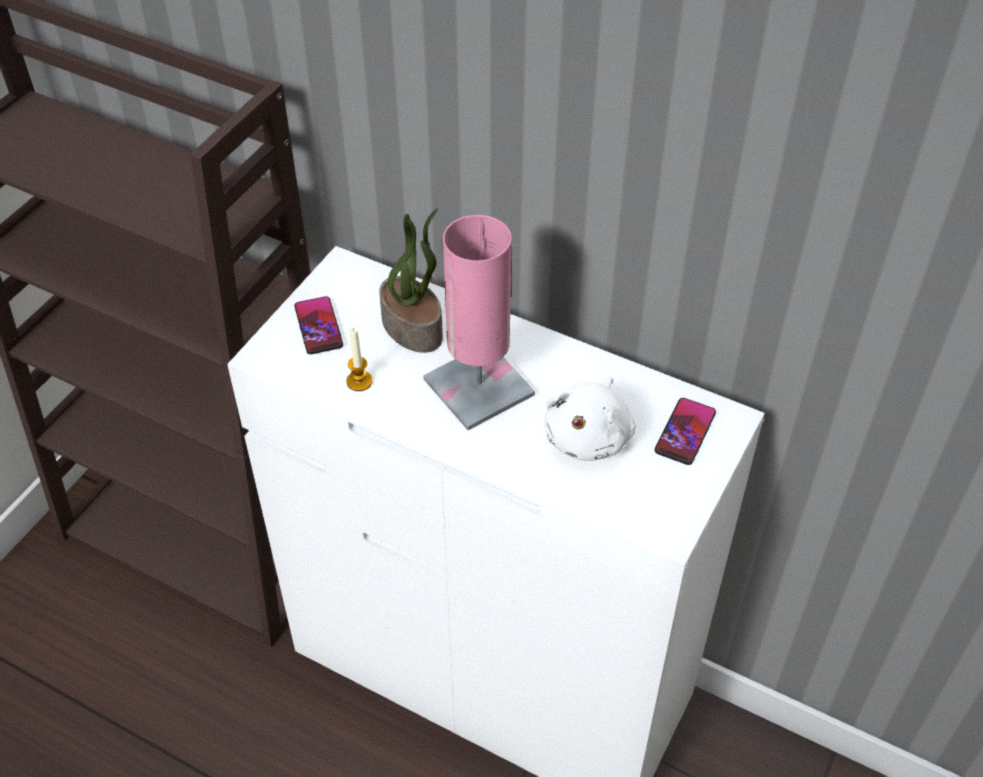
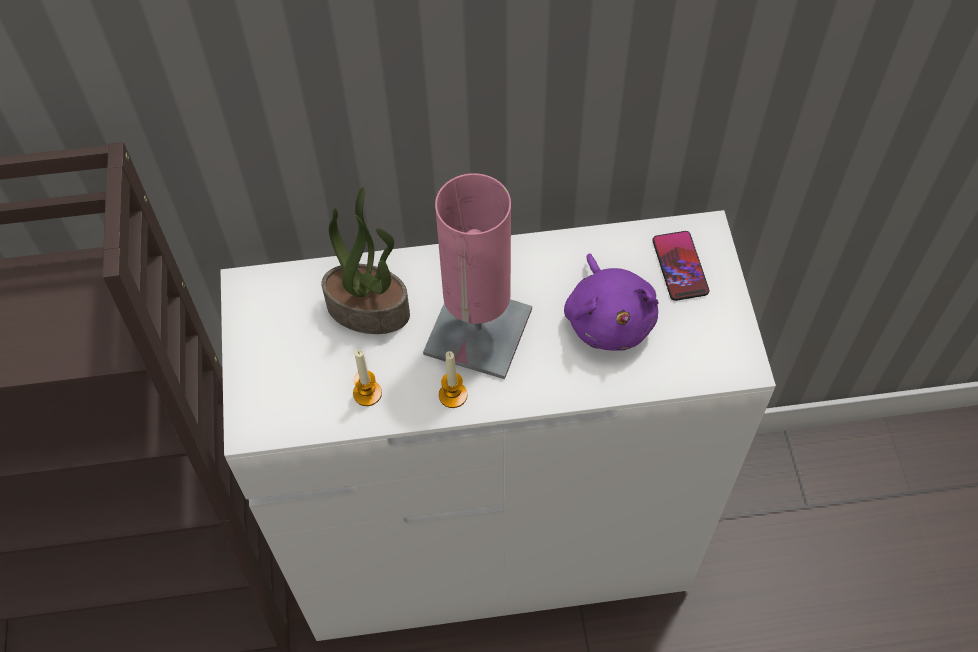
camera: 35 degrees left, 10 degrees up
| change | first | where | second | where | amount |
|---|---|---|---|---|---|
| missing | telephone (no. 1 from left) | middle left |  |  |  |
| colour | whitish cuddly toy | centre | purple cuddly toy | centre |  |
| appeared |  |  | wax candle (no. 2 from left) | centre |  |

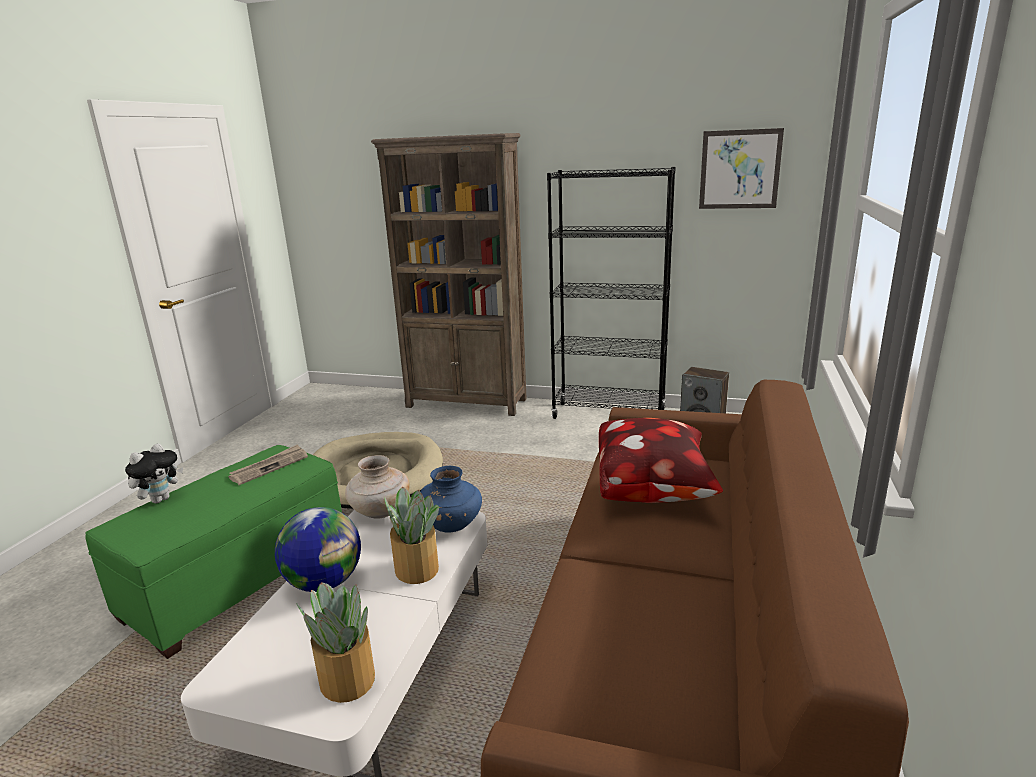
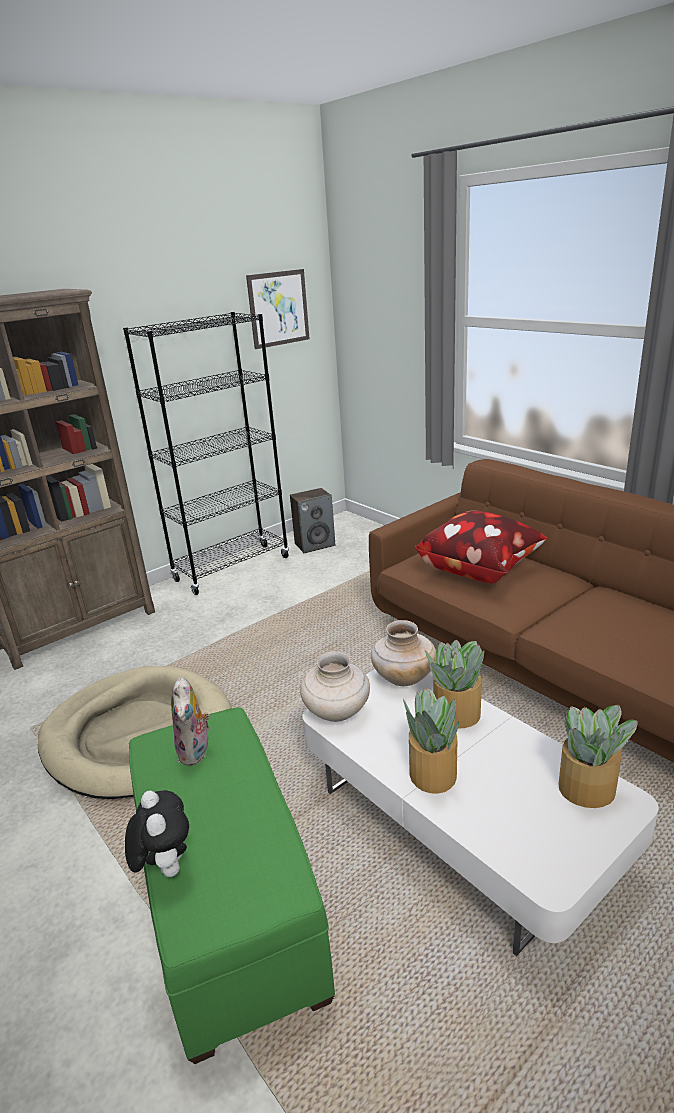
camera: 55 degrees left, 5 degrees up
| change | first | where | second | where | amount |
|---|---|---|---|---|---|
| exchanged | daily paper | middle left | cuddly toy (no. 2 from left) | middle left |  |
| exchanged | desk globe | bottom left | potted plant (no. 1 from left) | centre |  |
| colour | bluish decorative vase | centre | beige-coloured decorative vase (no. 2 from left) | centre |  |

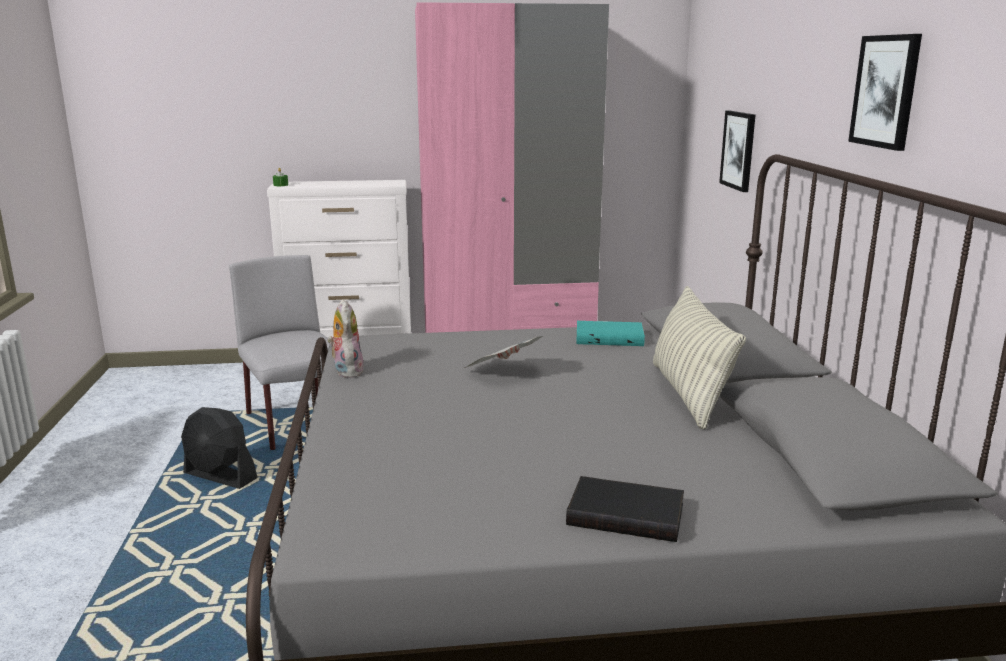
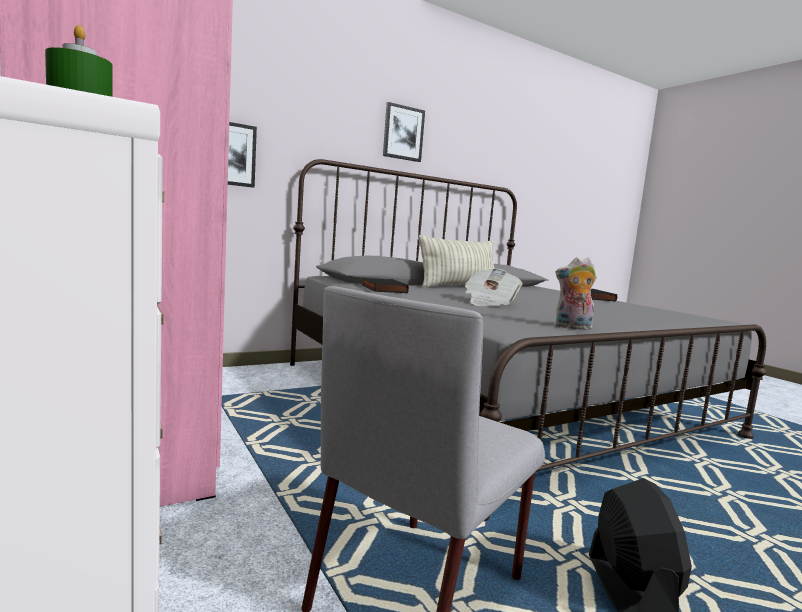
camera: 115 degrees left, 10 degrees down
| change | first | where | second | where | amount |
|---|---|---|---|---|---|
| spun | cuddly toy | centre |  | middle right | 45 degrees clockwise |
| colour | blue-green volume | centre | black volume (no. 1 from left) | centre |  |

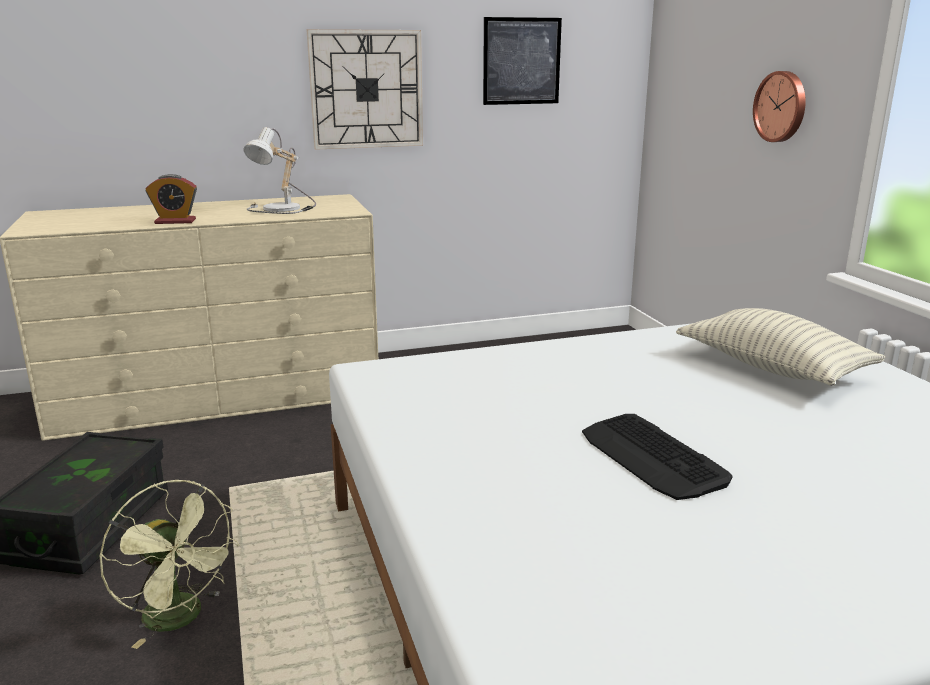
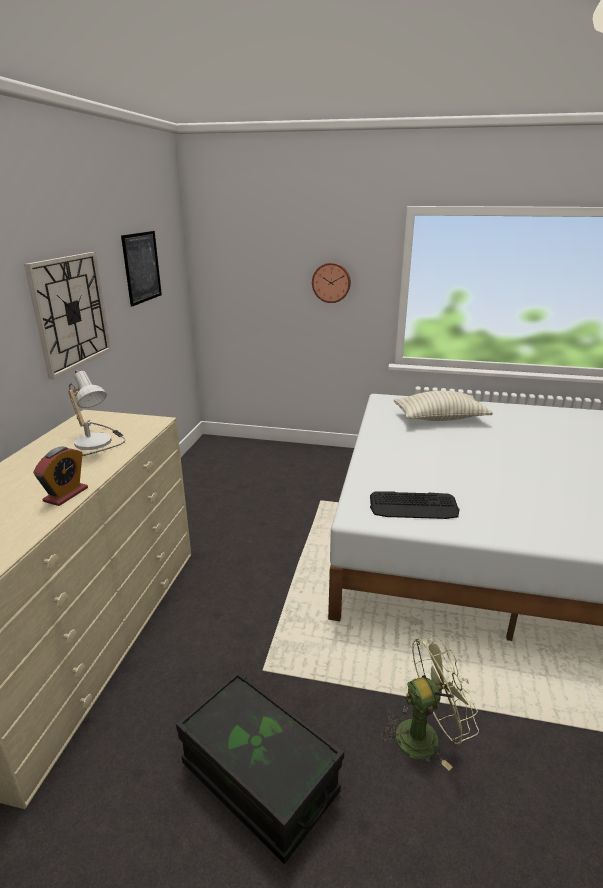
camera: 60 degrees left, 5 degrees up
| change | first | where | second | where | amount |
|---|---|---|---|---|---|
| relocated | computer keyboard | bottom right |  | middle right |  |

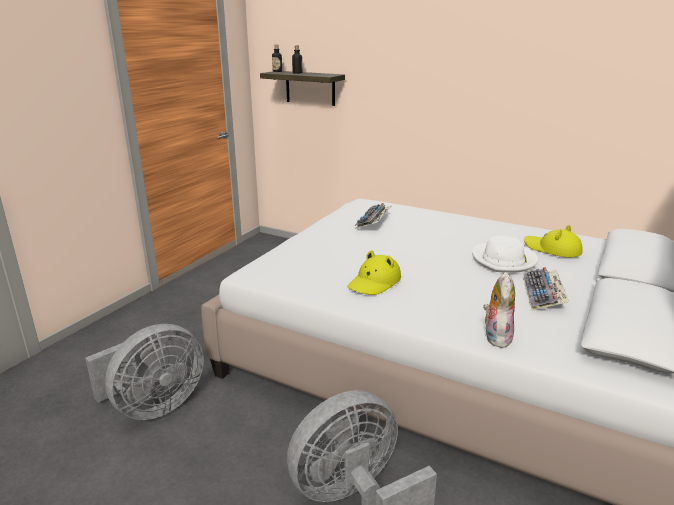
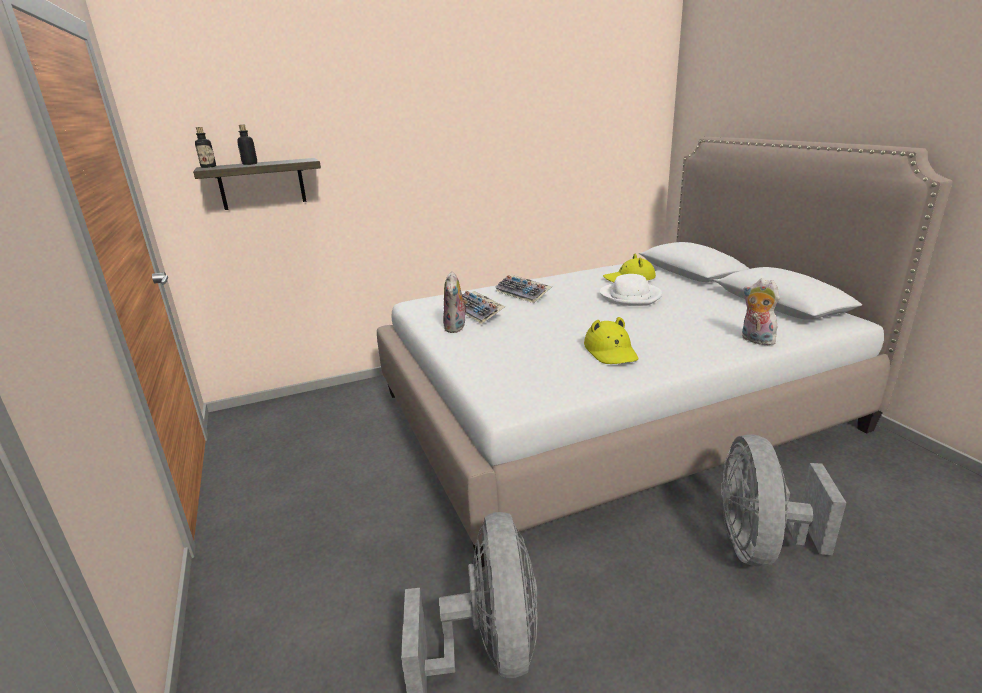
camera: 50 degrees left, 0 degrees up
| change | first | where | second | where | amount |
|---|---|---|---|---|---|
| relocated | computer keyboard (no. 2 from left) | middle right |  | centre |  |
| appeared |  |  | cuddly toy (no. 1 from left) | centre |  |

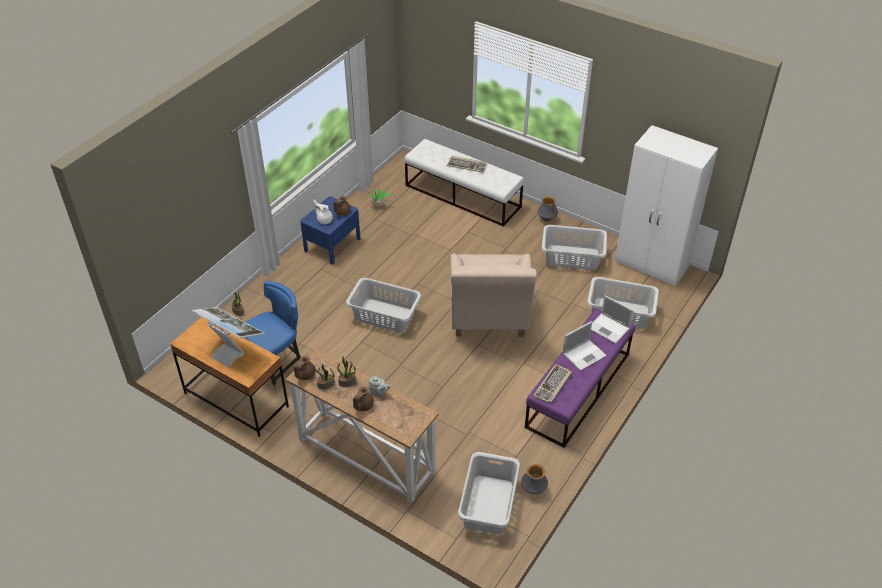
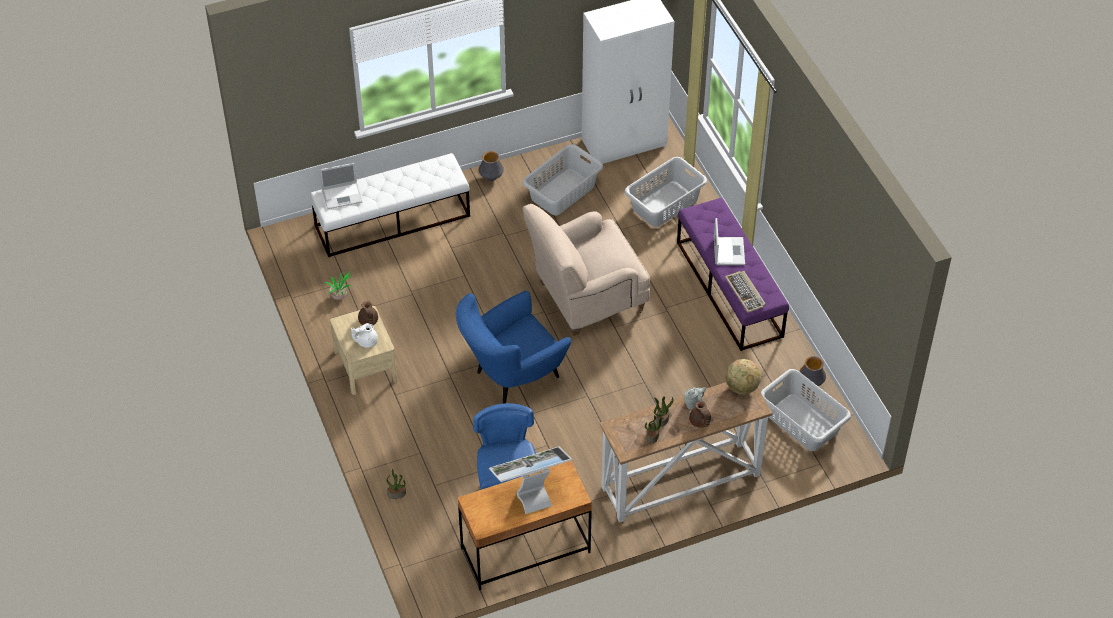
camera: 55 degrees left, 5 degrees up
| change | first | where | second | where | amount |
|---|---|---|---|---|---|
| missing | brown-coloured teapot (no. 1 from left) | centre |  |  |  |
| colour | bluish night table | centre | beige-coloured night table | middle left |  |
| exchanged | greyish hamper (no. 1 from left) | centre | bluish easy chair | centre |  |
| missing | computer keyboard (no. 1 from left) | top centre |  |  |  |
| spun | beige-coloured easy chair | centre |  | centre | 120 degrees clockwise |
| relocated | portable computer (no. 2 from left in the first image) | middle right | portable computer (no. 1 from left) | top left |  |
| appeared |  |  | desk globe | middle right |  |

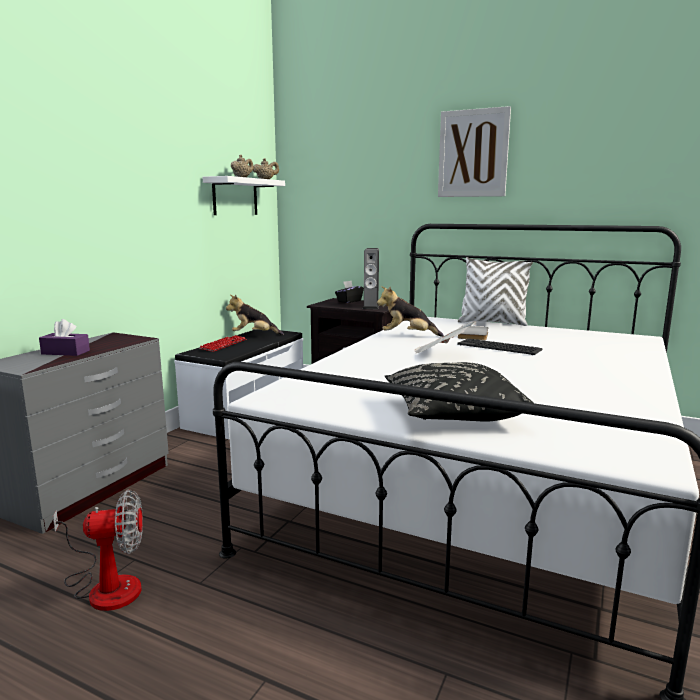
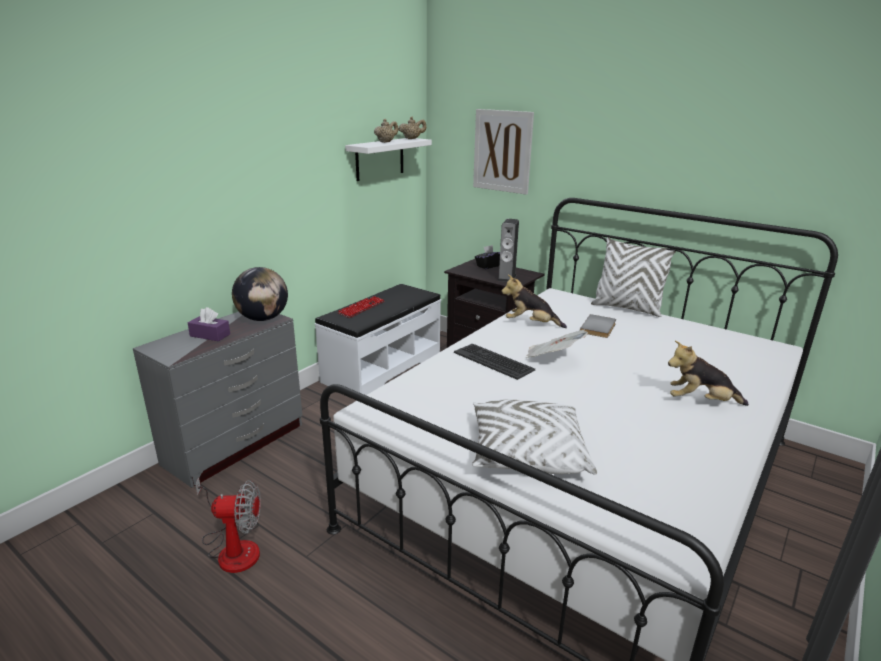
camera: 10 degrees right, 10 degrees up
| change | first | where | second | where | amount |
|---|---|---|---|---|---|
| relocated | cuddly toy (no. 1 from left in the first image) | centre | cuddly toy (no. 2 from left) | middle right |  |
| colour | black throw pillow | centre | whitish throw pillow (no. 1 from left) | centre |  |
| relocated | wall picture | top right |  | top centre |  |
| relocated | computer keyboard (no. 2 from left) | middle right |  | centre |  |
| appeared |  |  | desk globe | middle left |  |

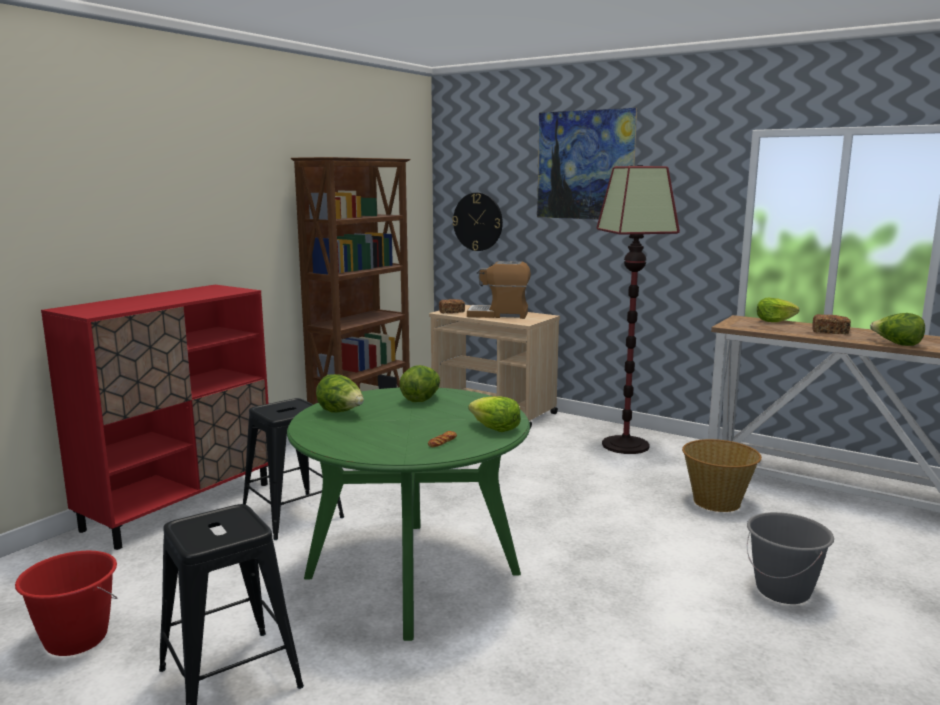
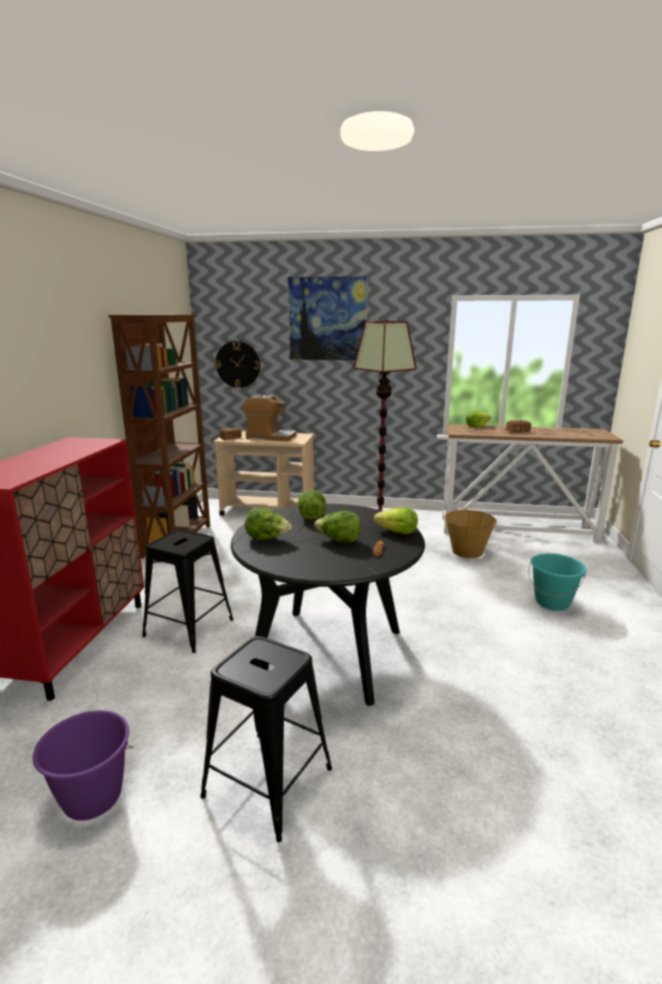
camera: 25 degrees left, 5 degrees up
| change | first | where | second | where | amount |
|---|---|---|---|---|---|
| colour | red-coloured pail | bottom left | purple pail | bottom left |  |
| colour | greenish dining table | bottom centre | black dining table | centre |  |
| spun | coffee maker | centre |  | centre | 150 degrees counterclockwise |
| colour | greyish pail | bottom right | blue-green pail | middle right |  |
| relocated | lettuce head (no. 5 from left in the first image) | middle right | lettuce head (no. 3 from left) | centre |  |

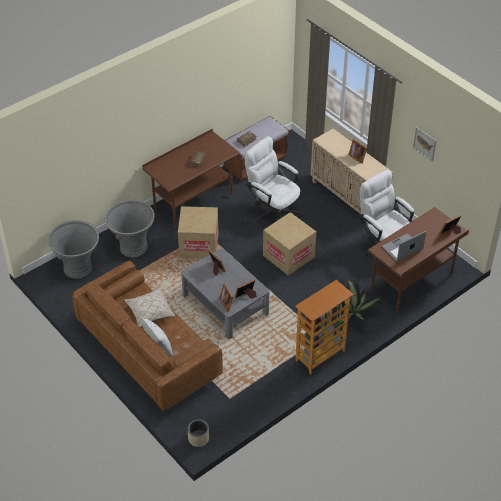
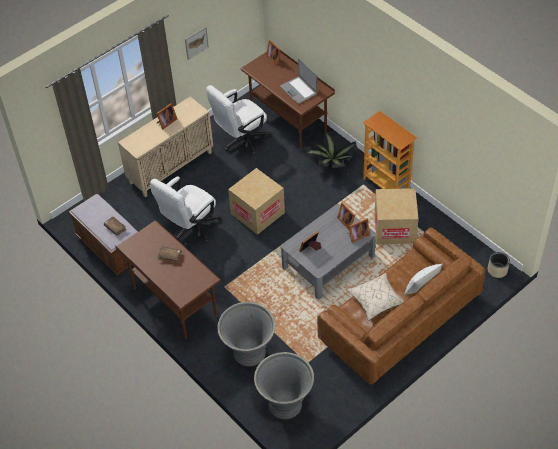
camera: 90 degrees left, 5 degrees up
| change | first | where | second | where | amount |
|---|---|---|---|---|---|
| relocated | carton (no. 1 from left in the first image) | centre | carton (no. 2 from left) | middle right |  |

